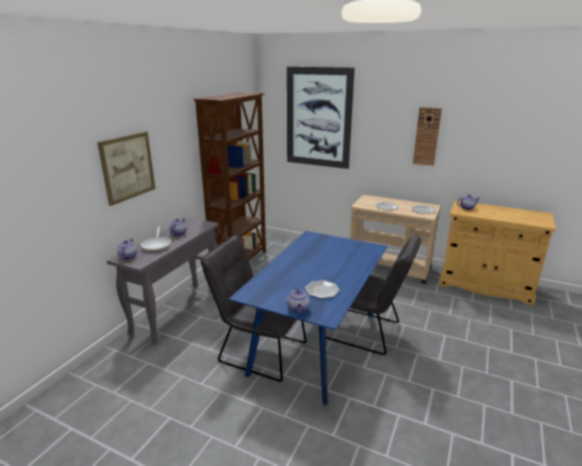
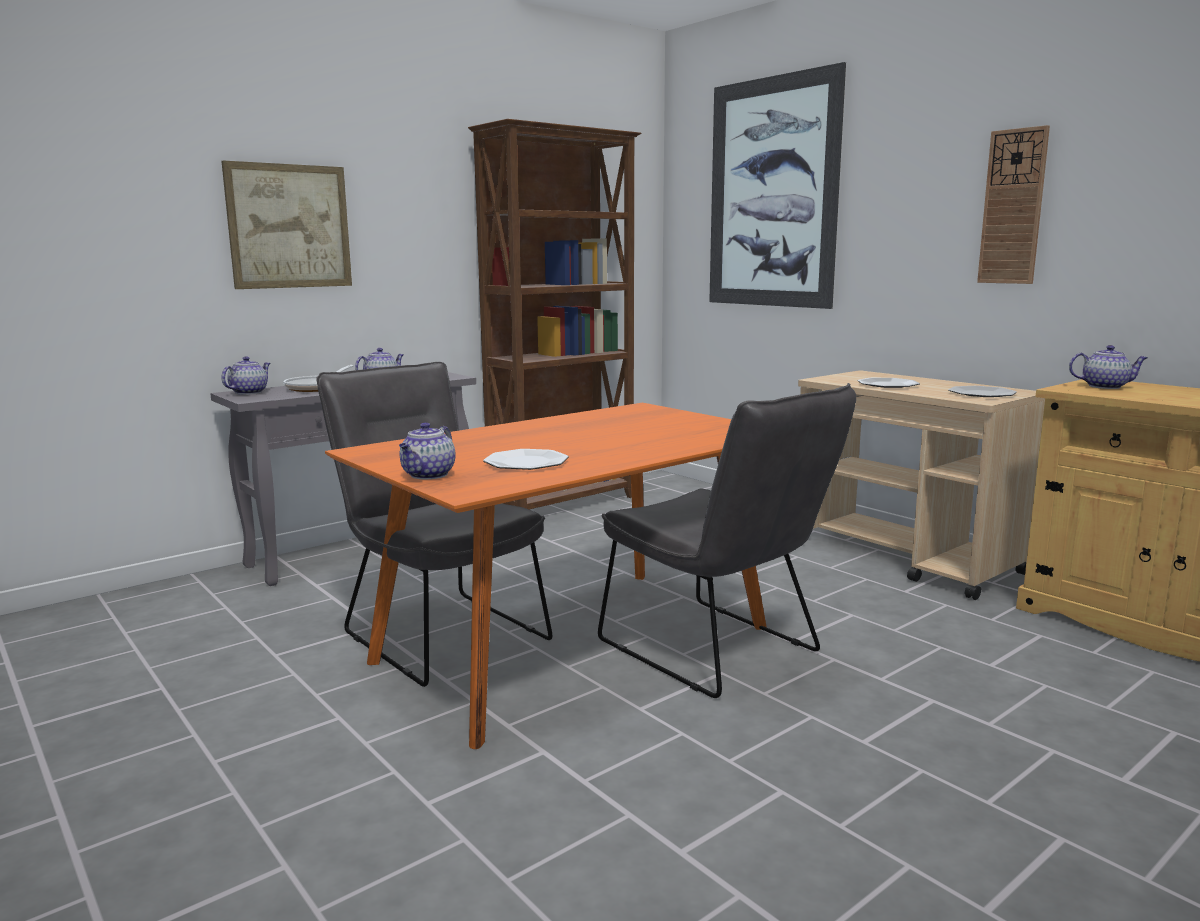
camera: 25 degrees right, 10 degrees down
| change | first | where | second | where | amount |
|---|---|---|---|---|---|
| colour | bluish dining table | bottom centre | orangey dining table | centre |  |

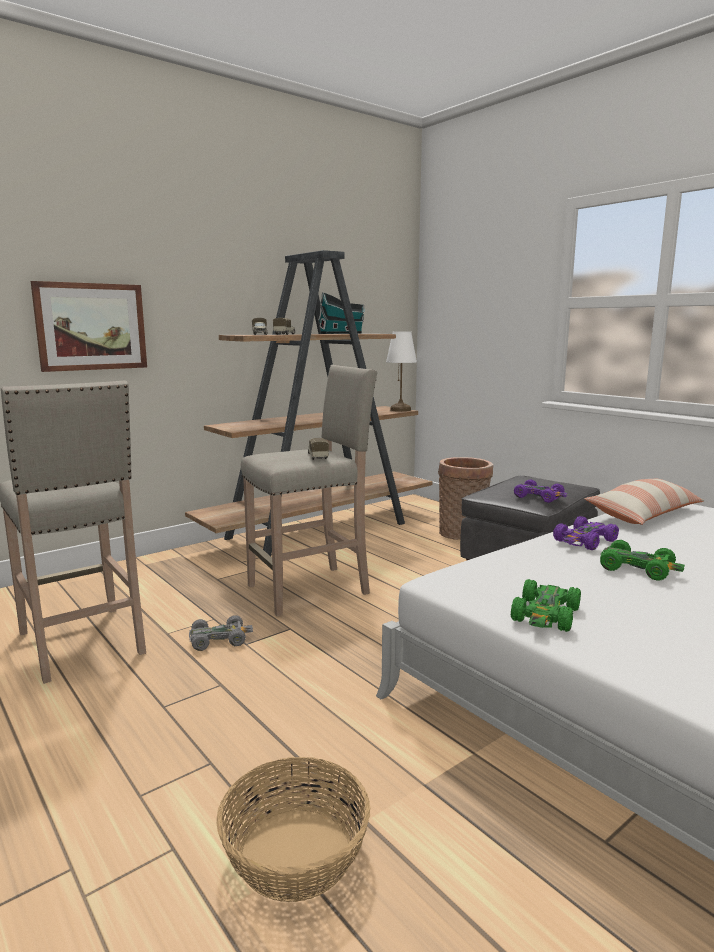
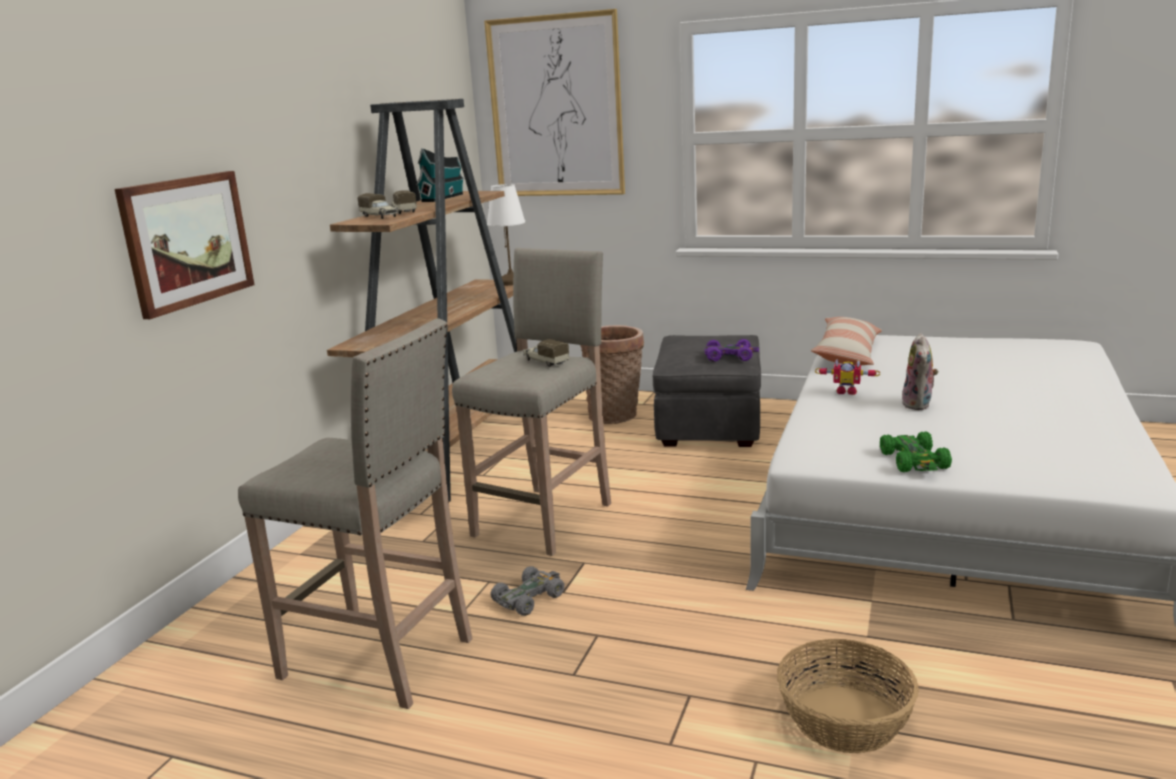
camera: 30 degrees left, 5 degrees up
| change | first | where | second | where | amount |
|---|---|---|---|---|---|
| exchanged | purple model car (no. 2 from left) | middle right | toy robot | middle right |  |
| exchanged | greenish model car (no. 2 from left) | middle right | cuddly toy | middle right |  |
| appeared |  |  | wall picture (no. 2 from left) | top centre |  |

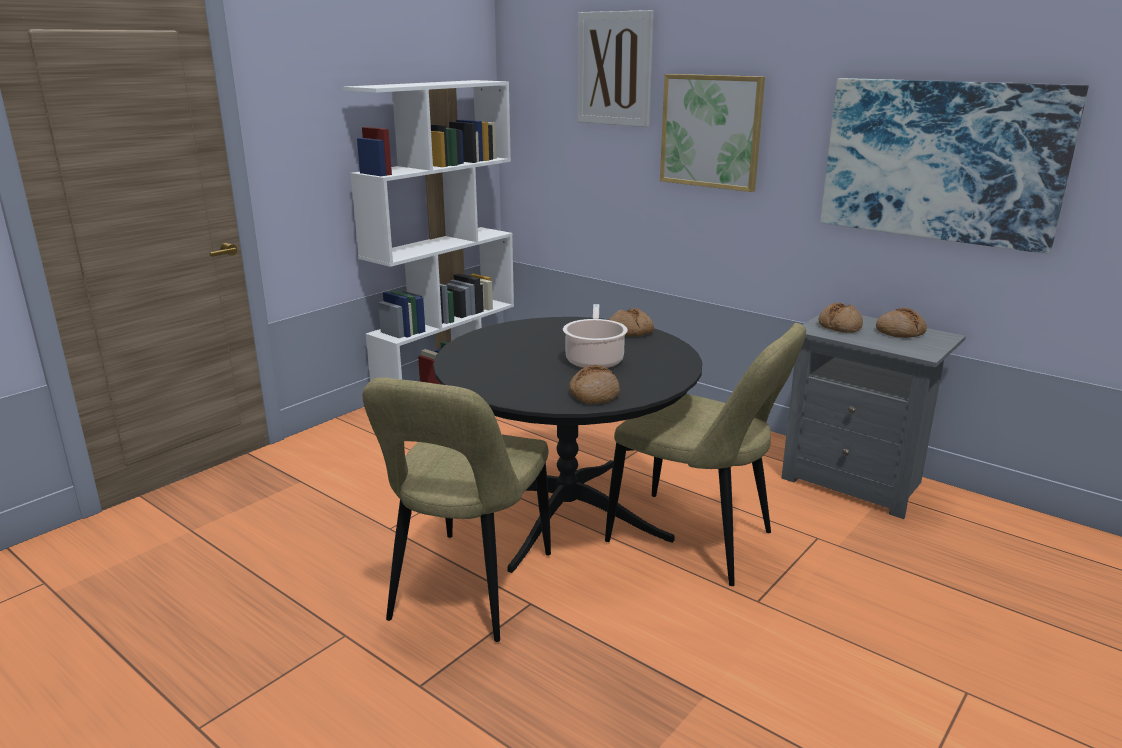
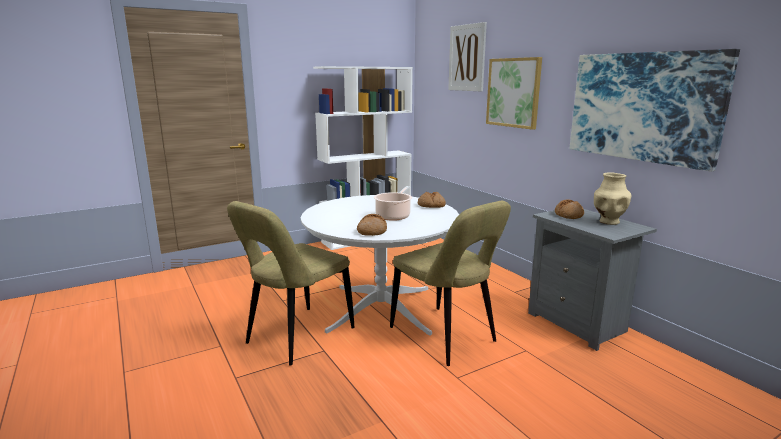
camera: 20 degrees right, 5 degrees down
| change | first | where | second | where | amount |
|---|---|---|---|---|---|
| colour | black dining table | centre | whitish dining table | centre |  |
| exchanged | baked bread (no. 4 from left) | middle right | beige-coloured decorative vase | middle right |  |

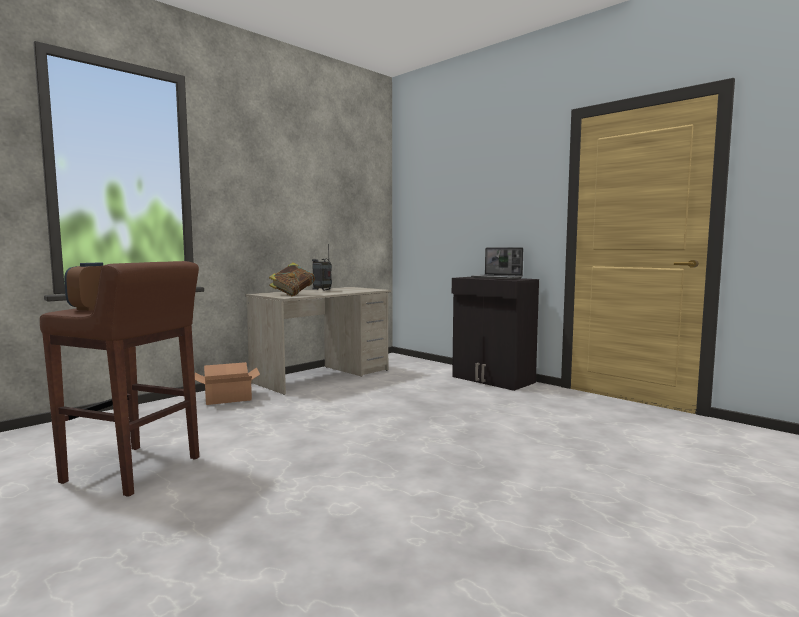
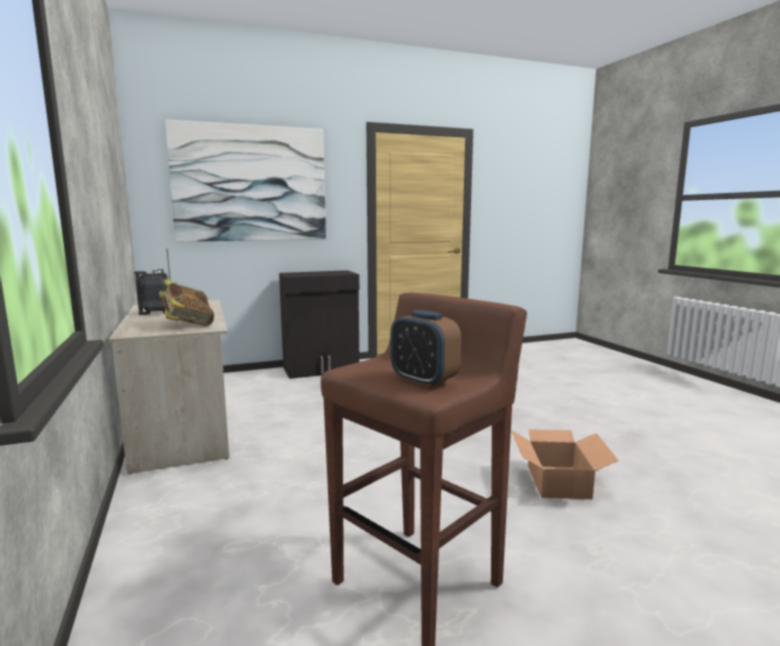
camera: 65 degrees left, 5 degrees up
| change | first | where | second | where | amount |
|---|---|---|---|---|---|
| relocated | carton | middle left |  | bottom right |  |
| missing | portable computer | centre |  |  |  |
| appeared |  |  | wall picture | top left |  |

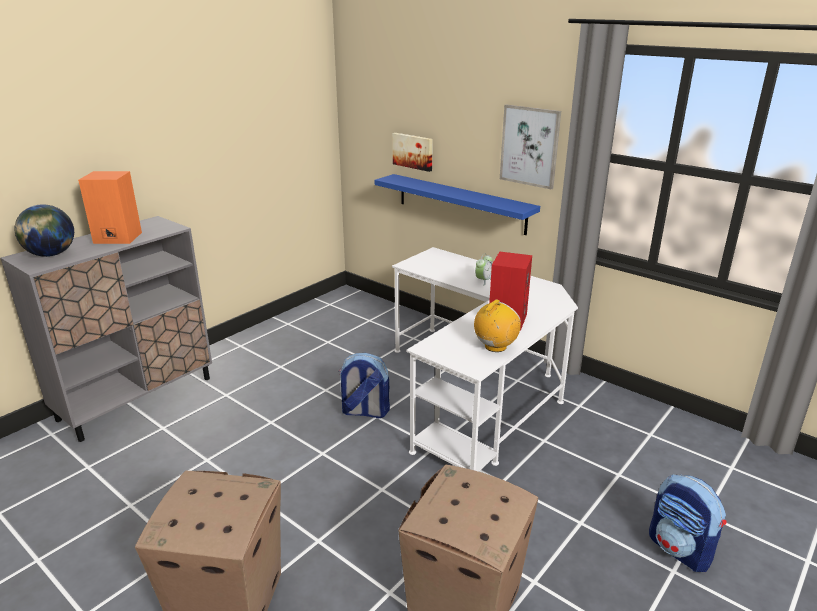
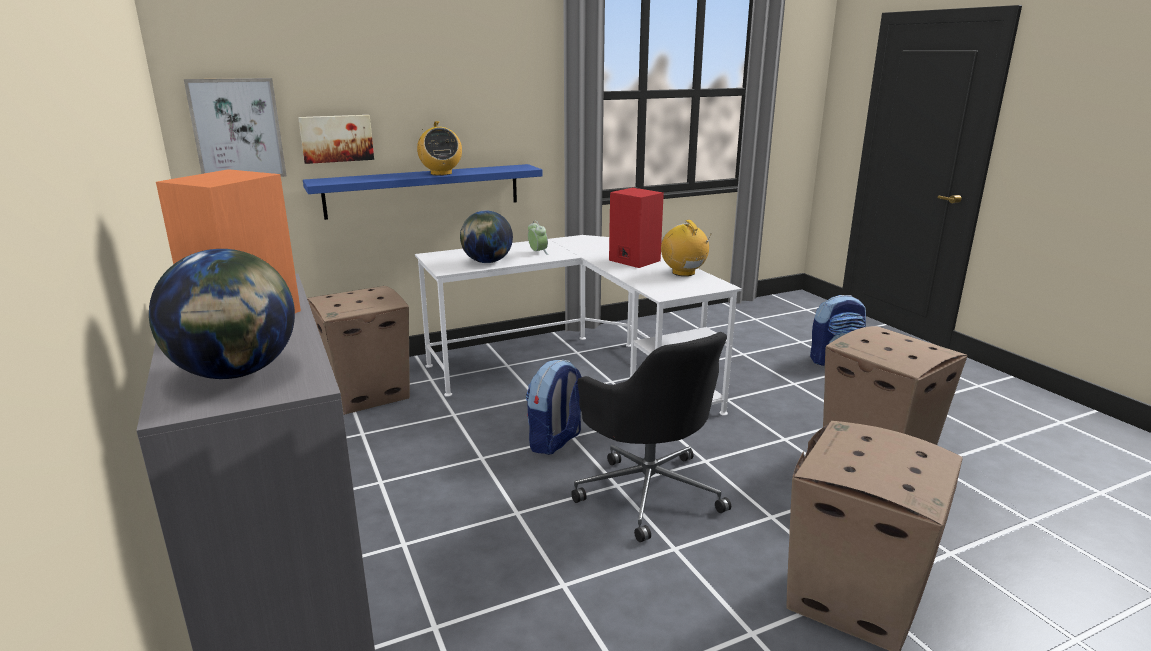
camera: 65 degrees left, 5 degrees down
| change | first | where | second | where | amount |
|---|---|---|---|---|---|
| relocated | wall picture (no. 2 from left in the first image) | top centre | wall picture (no. 1 from left) | top left |  |
| appeared |  |  | carton (no. 1 from left) | middle left |  |
| appeared |  |  | radio set (no. 1 from left) | top centre |  |
| appeared |  |  | desk globe (no. 2 from left) | centre |  |
| appeared |  |  | black computer chair | bottom centre |  |

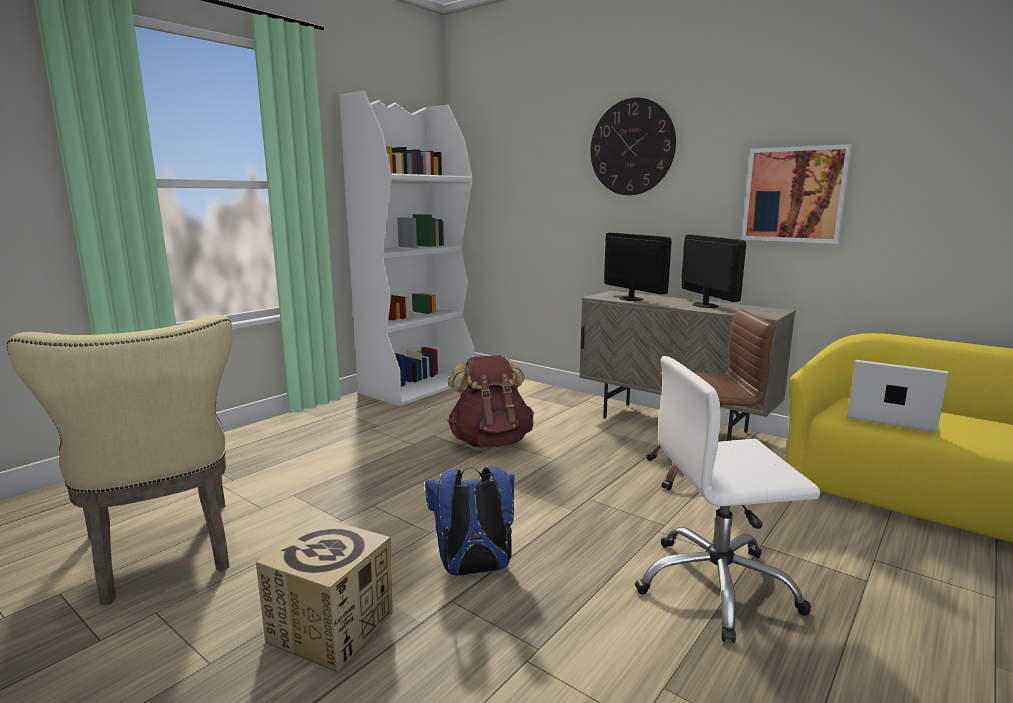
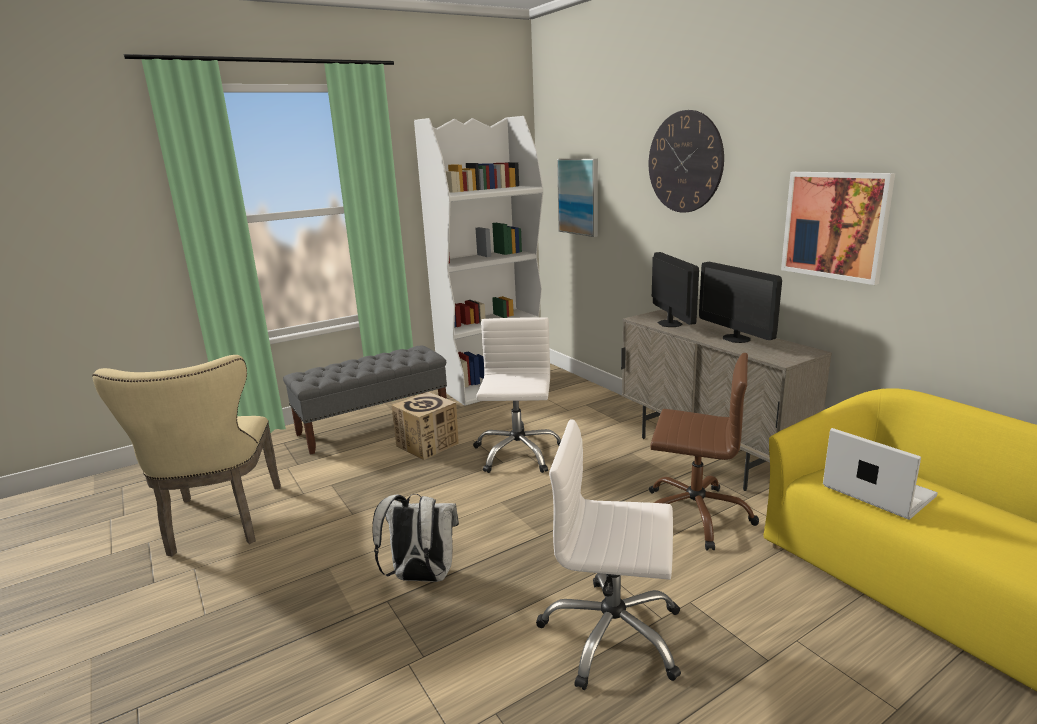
camera: 20 degrees right, 5 degrees up
| change | first | where | second | where | amount |
|---|---|---|---|---|---|
| relocated | carton | bottom left |  | centre |  |
| colour | bluish knapsack | bottom centre | whitish knapsack | bottom centre |  |
| exchanged | brown-coloured knapsack | centre | whitish computer chair (no. 1 from left) | centre |  |
| spun | computer screen (no. 2 from left) | middle right |  | middle right | 150 degrees clockwise |
| appeared |  |  | greyish bench | centre |  |
| appeared |  |  | wall picture (no. 1 from left) | top centre |  |

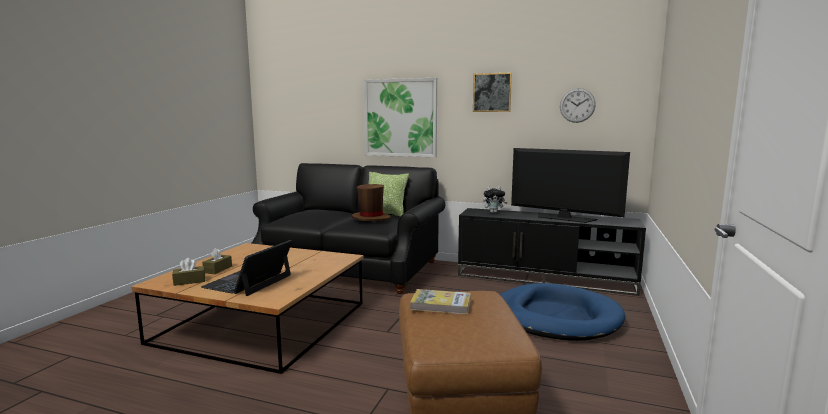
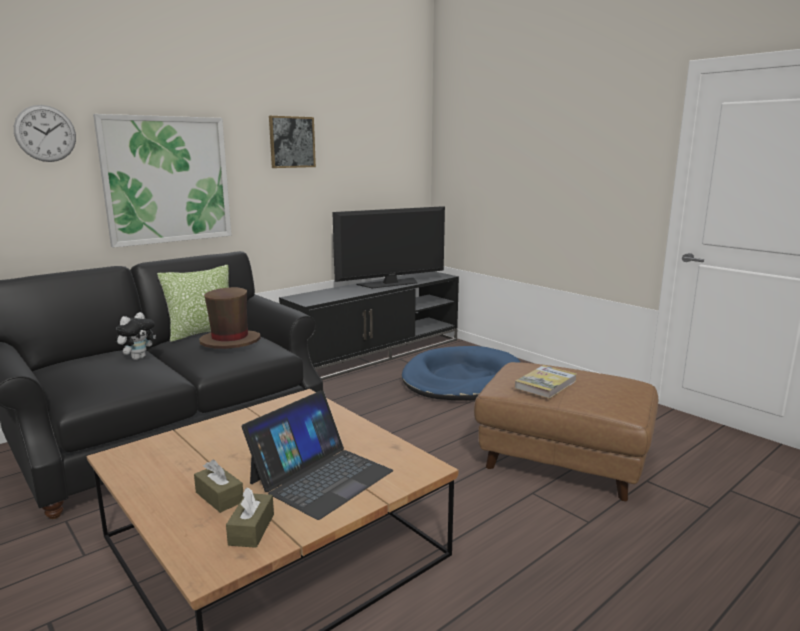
camera: 60 degrees left, 5 degrees up
| change | first | where | second | where | amount |
|---|---|---|---|---|---|
| spun | portable computer | middle left |  | bottom centre | 105 degrees counterclockwise |
| relocated | cuddly toy | centre |  | middle left |  |
| relocated | clock on the wall | top right |  | top left |  |

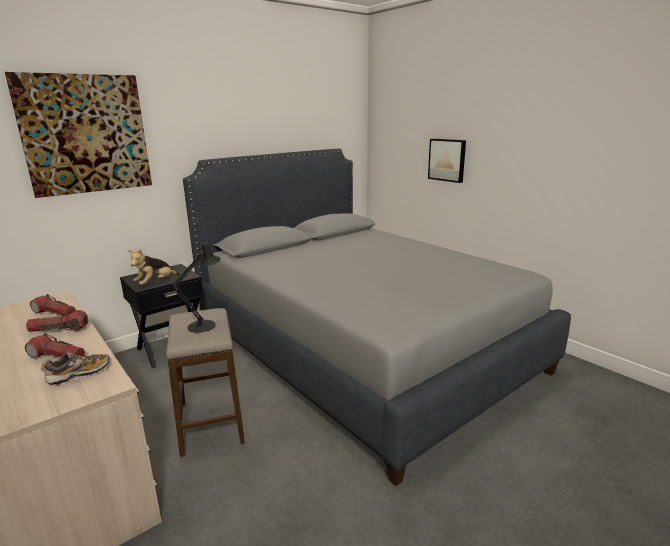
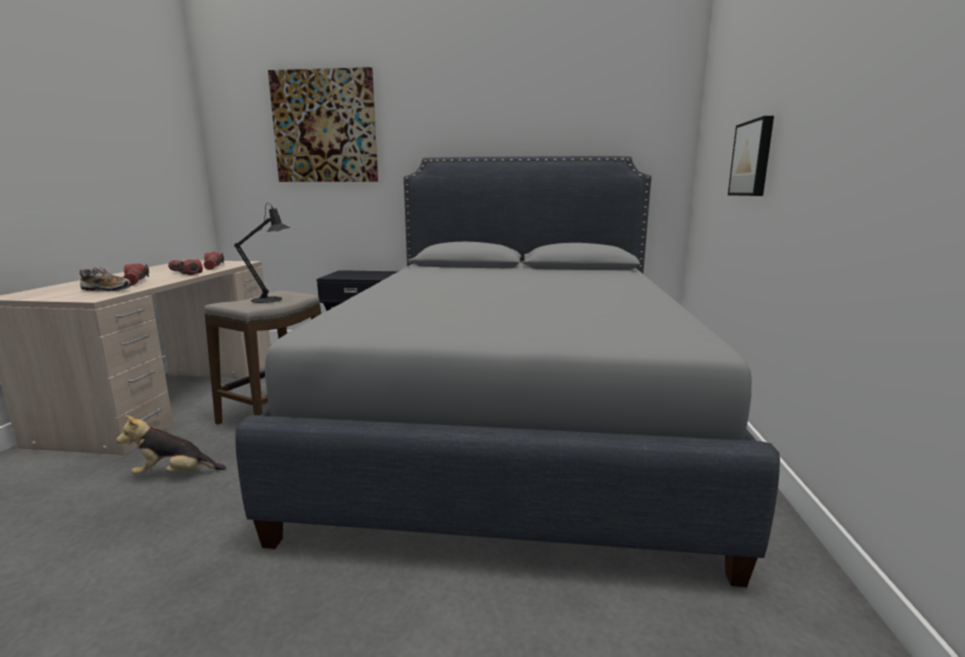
camera: 45 degrees right, 5 degrees down
| change | first | where | second | where | amount |
|---|---|---|---|---|---|
| relocated | cuddly toy | middle left |  | bottom left |  |

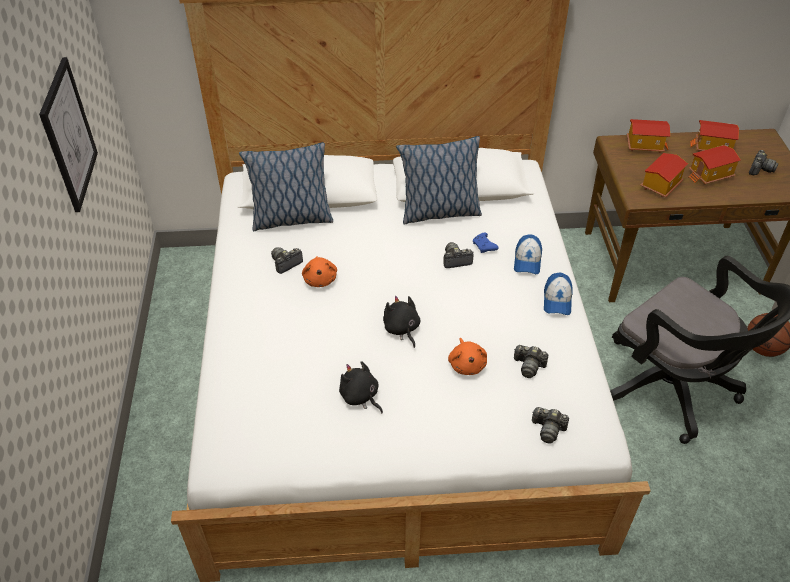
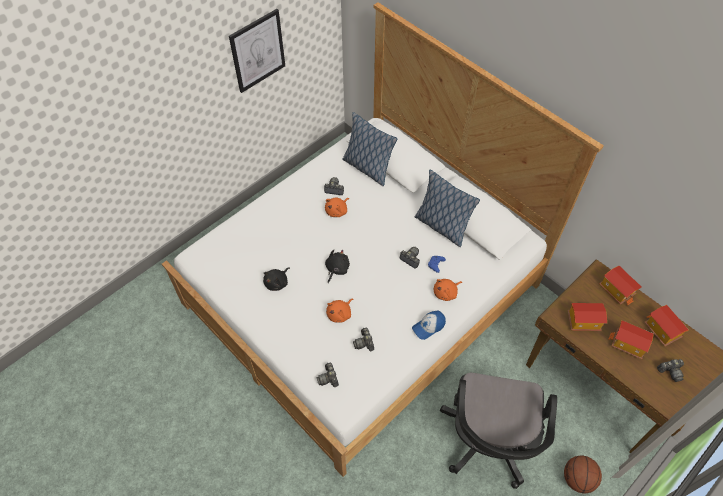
camera: 50 degrees right, 10 degrees up
| change | first | where | second | where | amount |
|---|---|---|---|---|---|
| spun | black cuddly toy (no. 1 from left) | centre |  | centre | 150 degrees counterclockwise |
| exchanged | baseball cap (no. 1 from left) | middle right | orangey cuddly toy (no. 3 from left) | centre |  |

